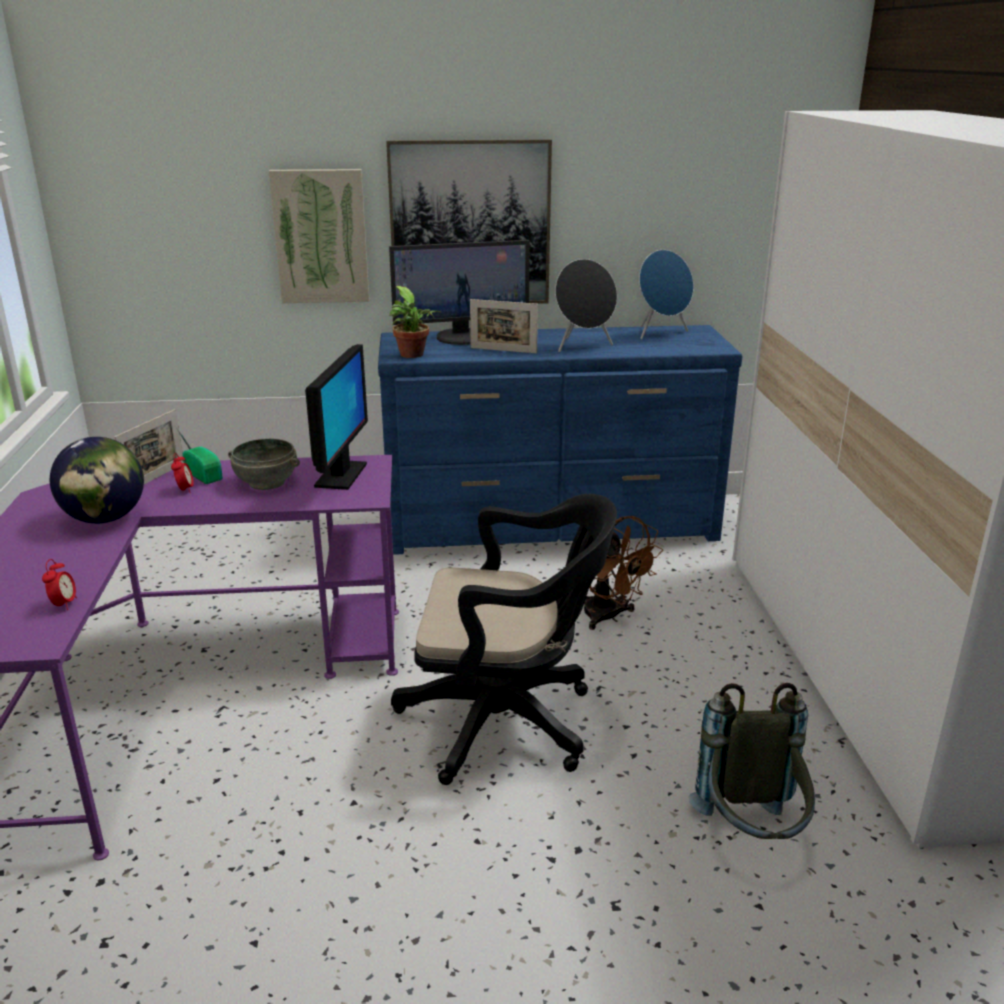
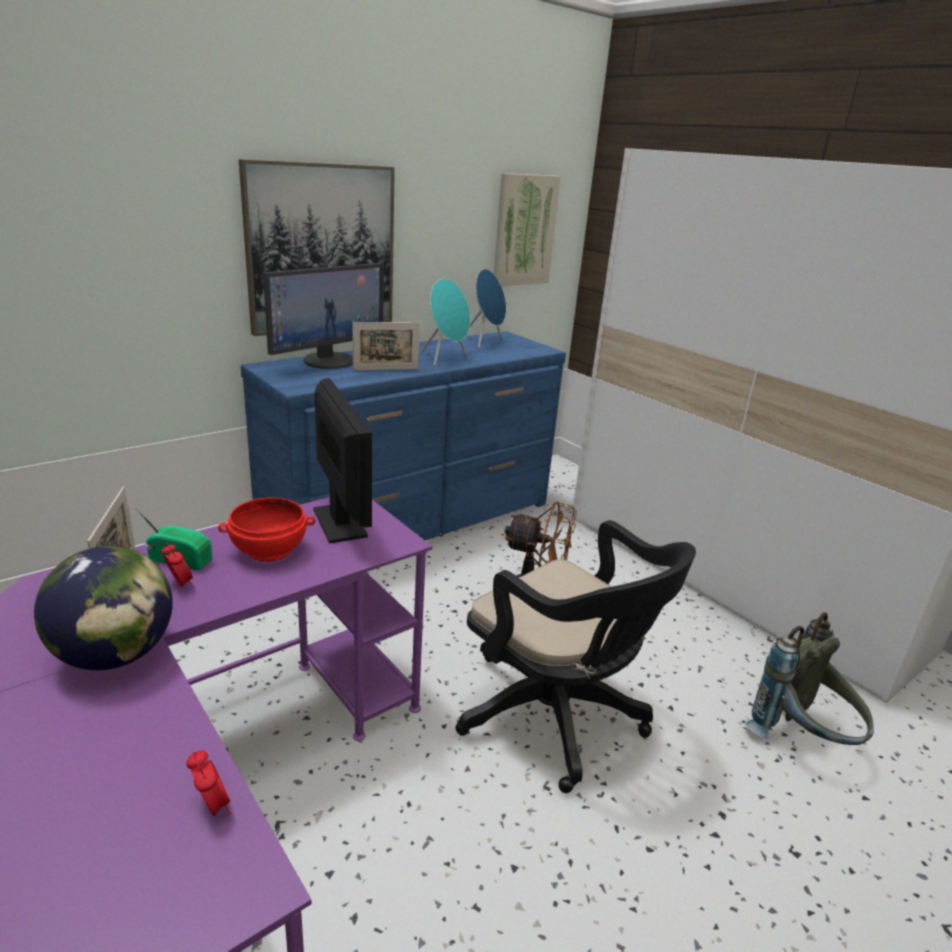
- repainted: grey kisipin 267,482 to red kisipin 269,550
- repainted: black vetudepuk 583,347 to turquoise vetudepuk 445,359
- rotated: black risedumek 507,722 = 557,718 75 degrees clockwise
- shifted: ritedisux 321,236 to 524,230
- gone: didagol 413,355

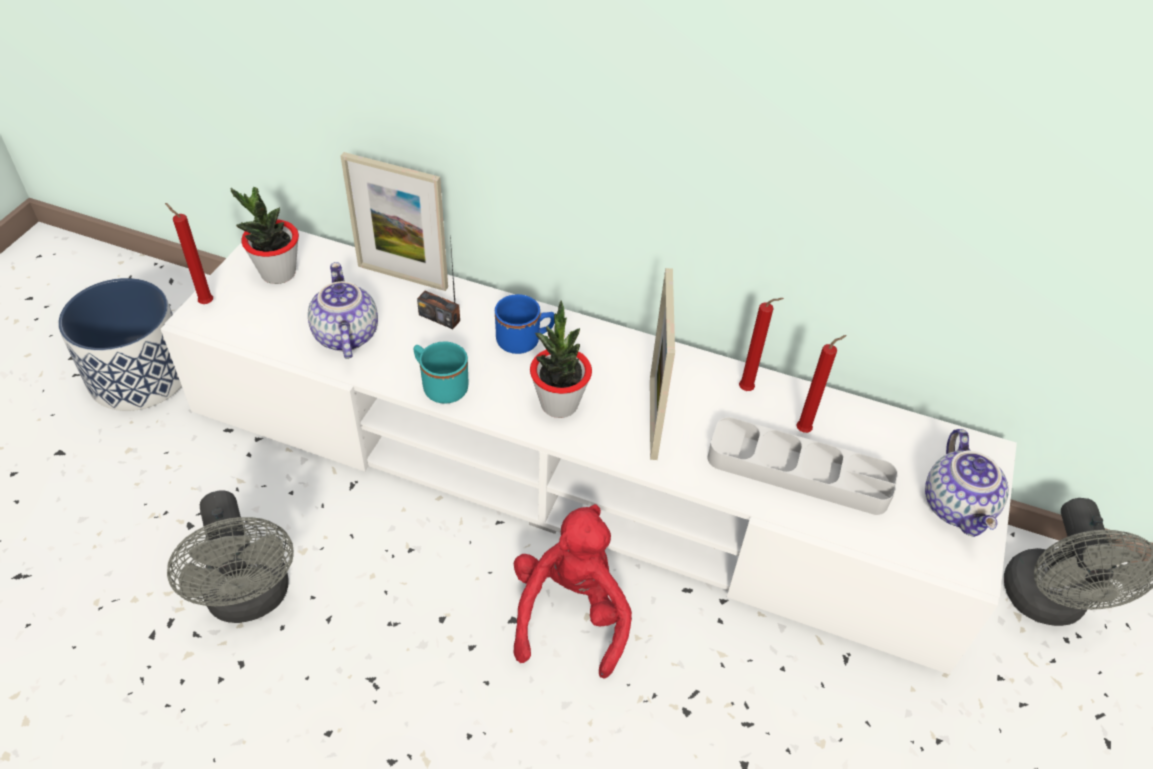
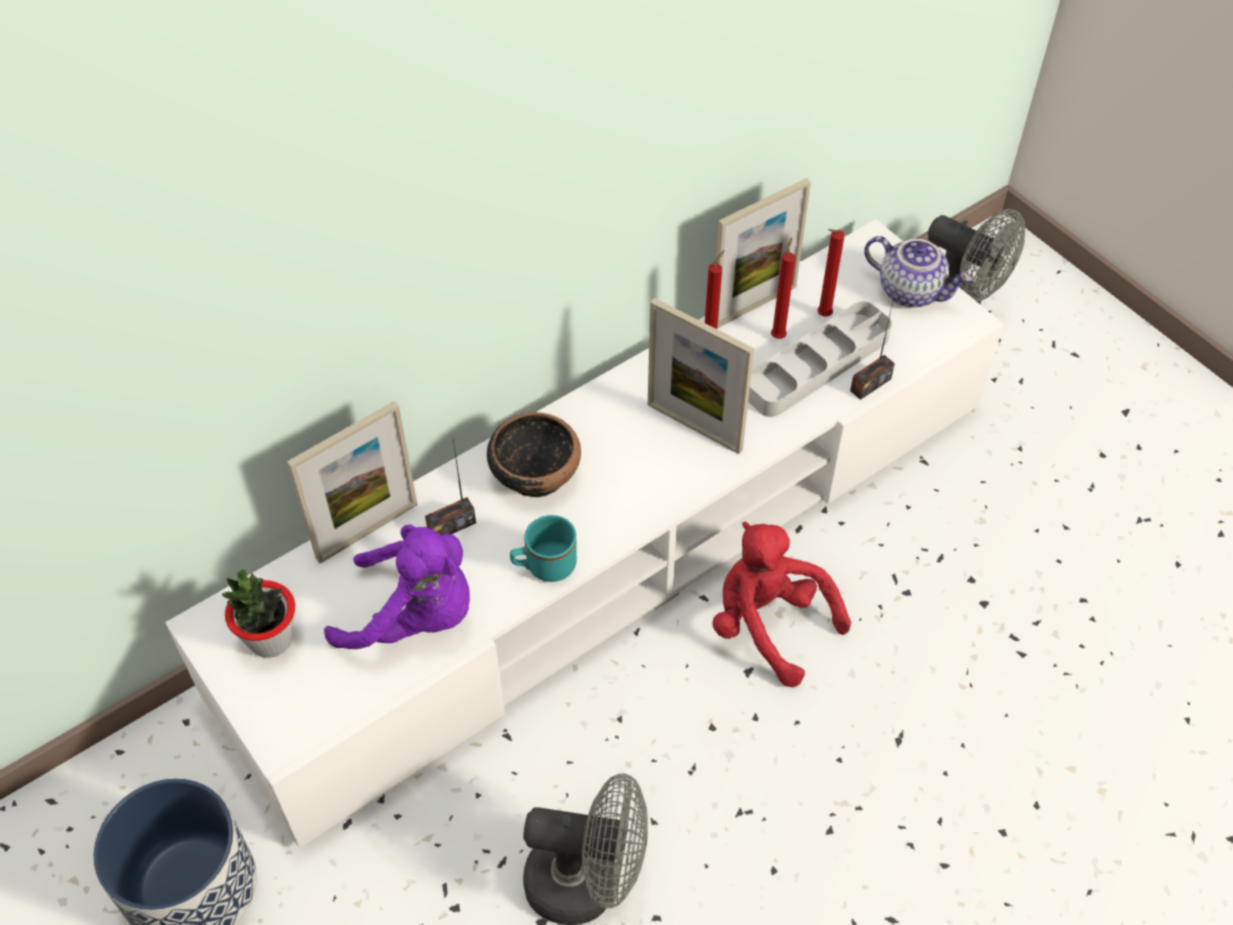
- swapped: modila 344,335 to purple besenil 415,617
- swapped: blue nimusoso 524,341 to kisipin 535,474
- new: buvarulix 753,306
- shifted: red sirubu 205,302 to 822,316
- new: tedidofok 870,384
- gone: didagol 559,403

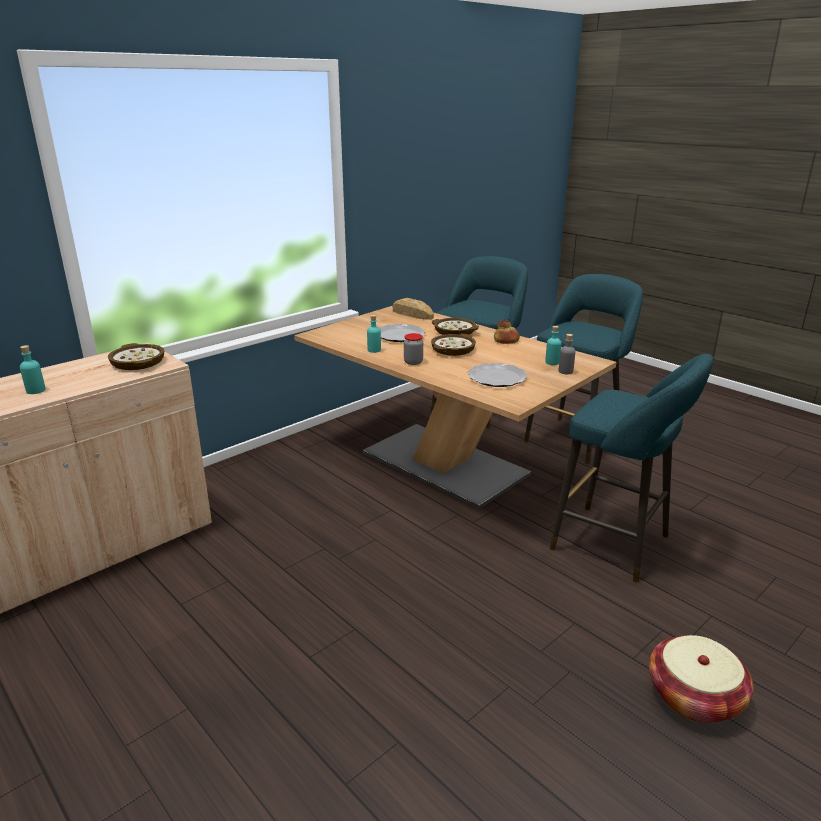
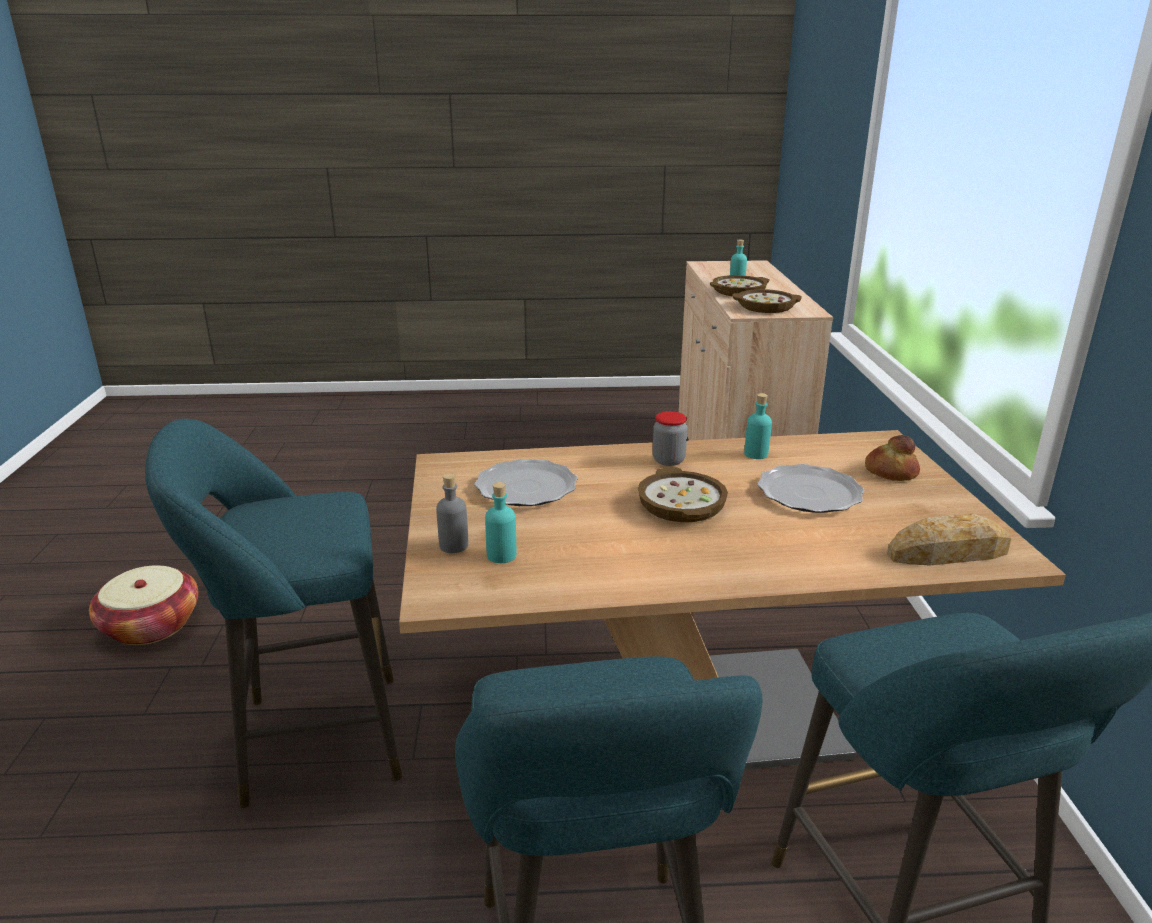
- shifted: kisipin 455,331 to 739,292
- shifted: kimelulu 506,340 to 890,472

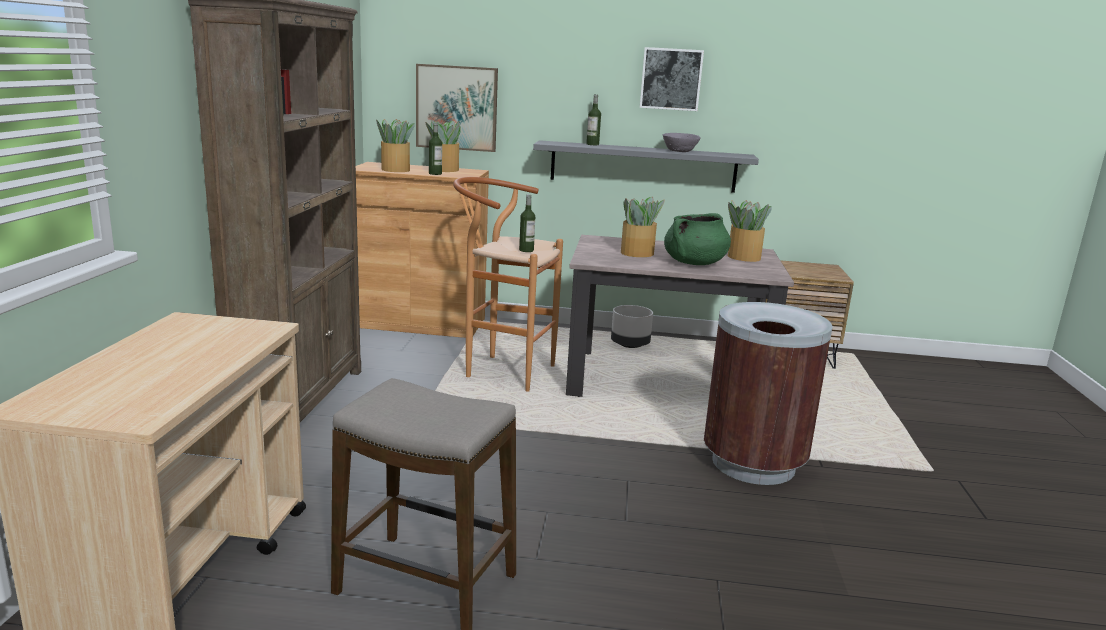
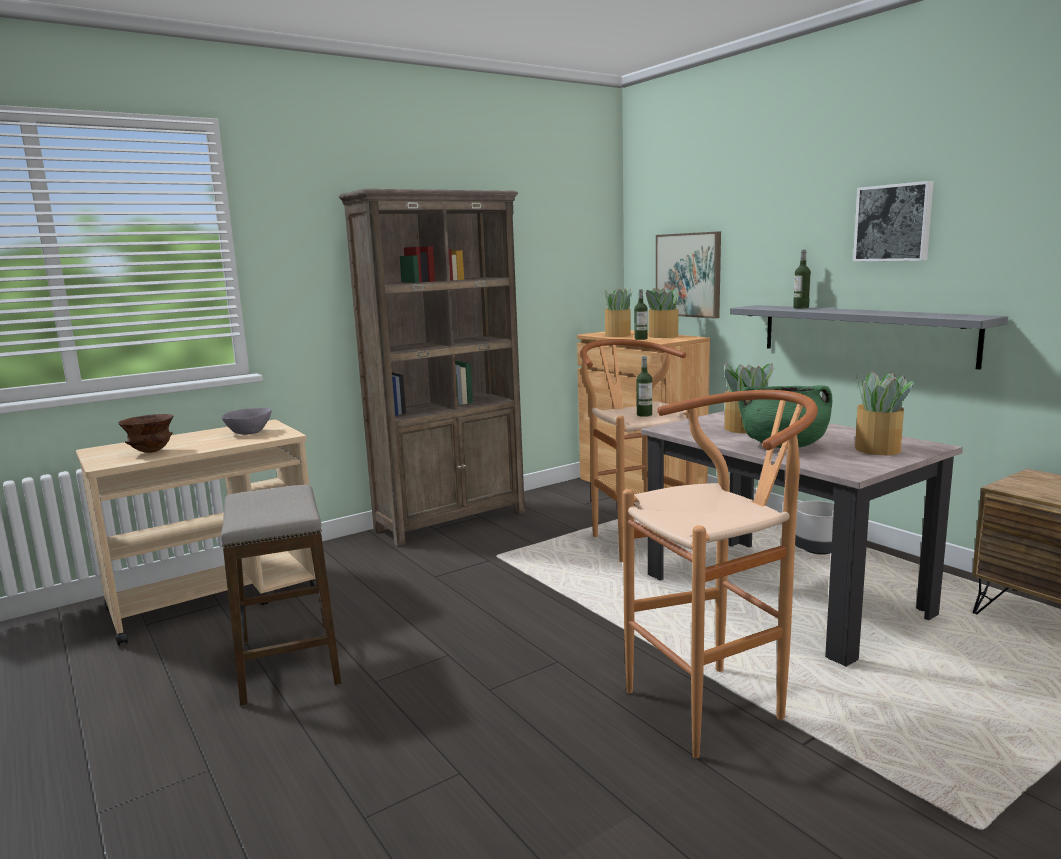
- new: brown kisipin 150,452
- shifted: grey kisipin 679,151 to 248,432
- swapped: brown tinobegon 753,463 to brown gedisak 718,703

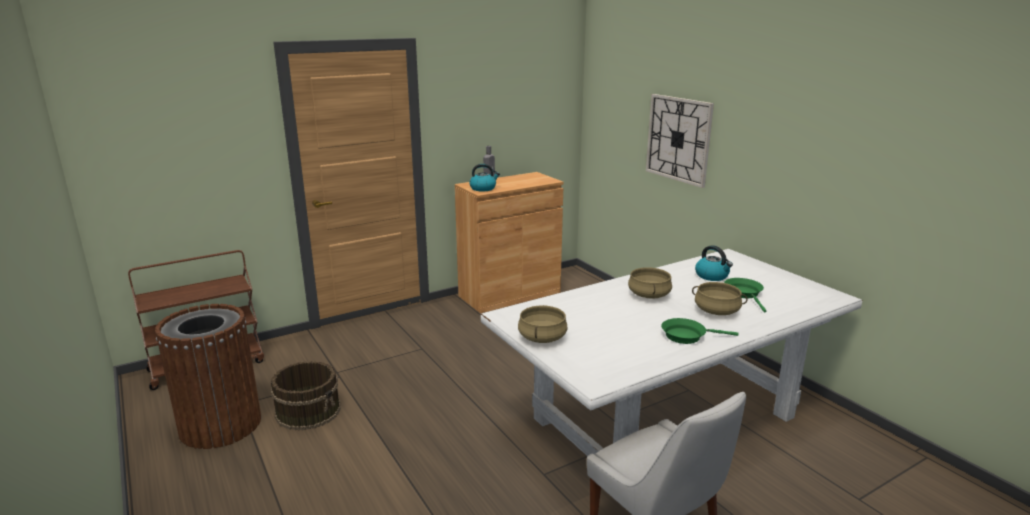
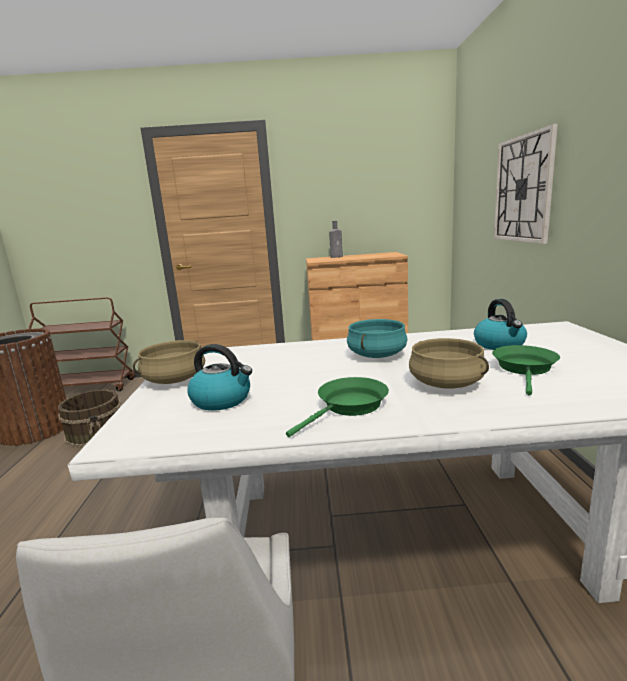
- shifted: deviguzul 483,188 to 222,400
- rotated: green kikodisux 687,336 = 349,407 105 degrees clockwise
- repainted: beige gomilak 648,295 to turquoise gomilak 376,355

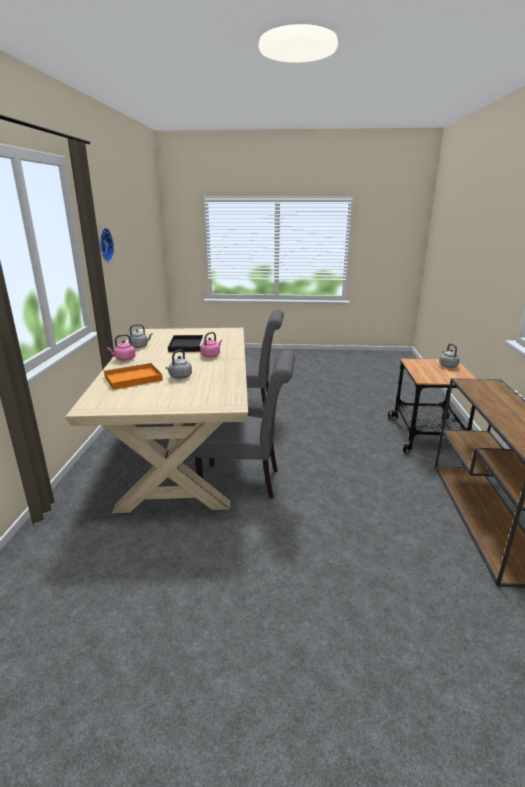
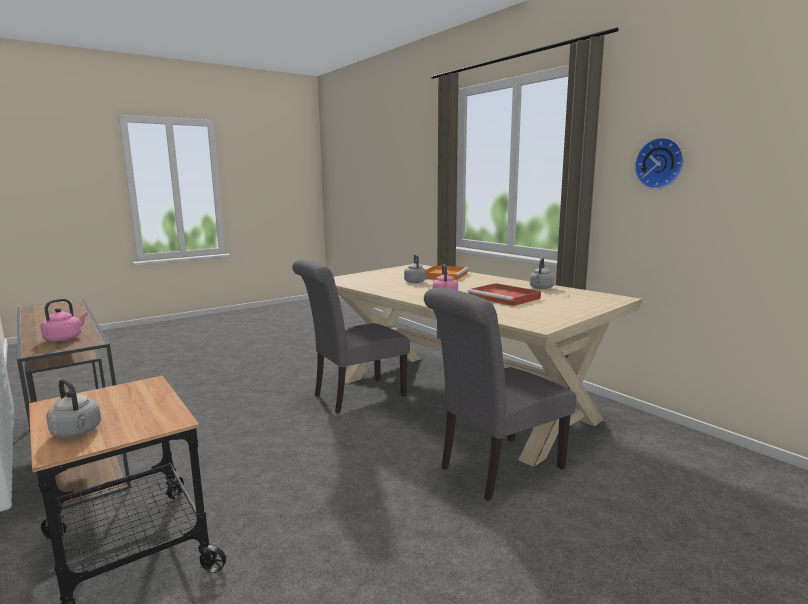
- shifted: pink deviguzul 124,359 to 65,338
- repainted: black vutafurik 187,345 to red vutafurik 505,297

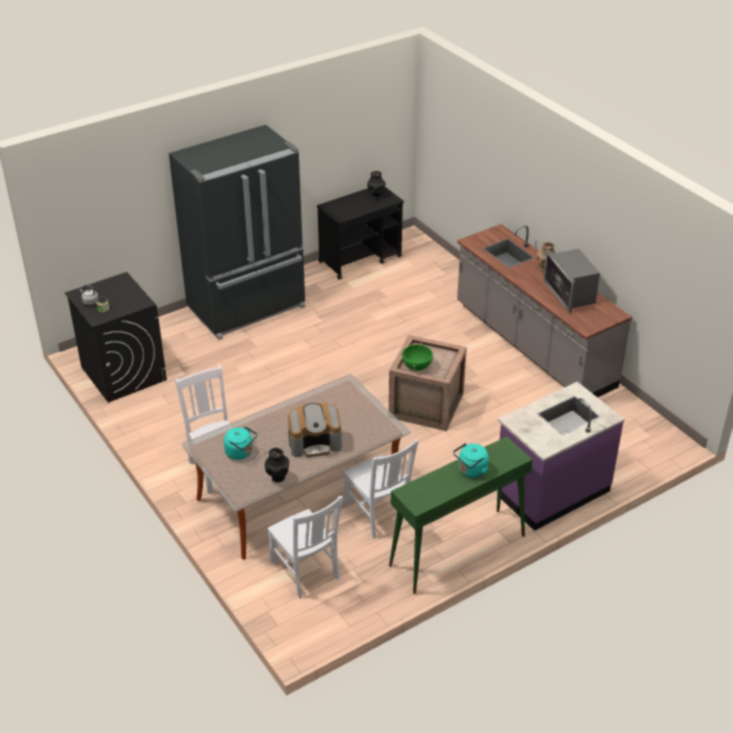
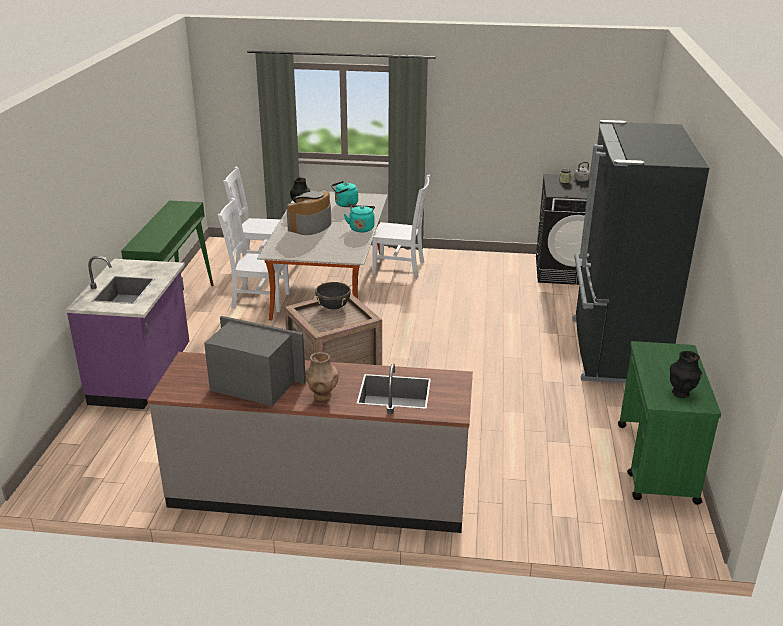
- repainted: green gomilak 417,367 to black gomilak 333,307
- shifted: turquoise deviguzul 471,471 to 361,228
- repainted: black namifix 360,259 to green namifix 656,463

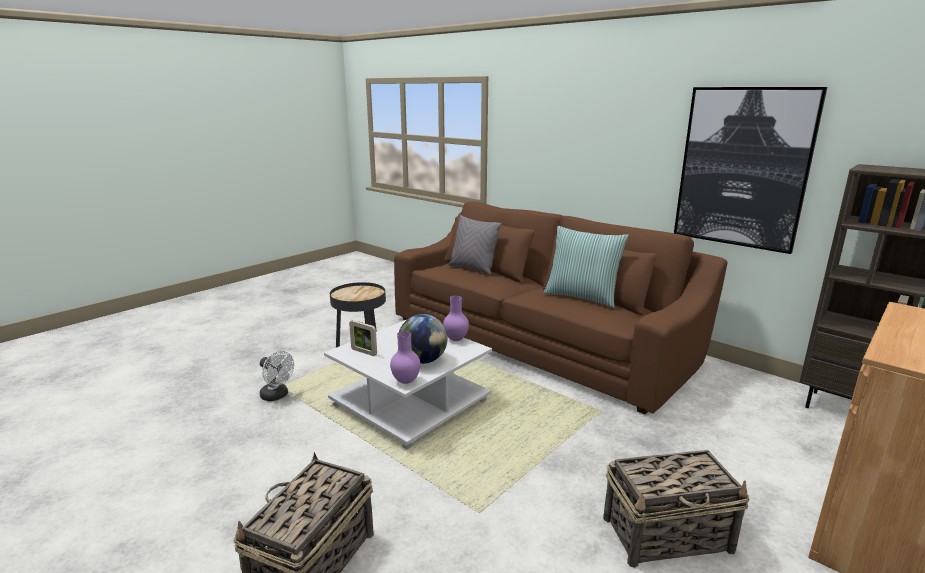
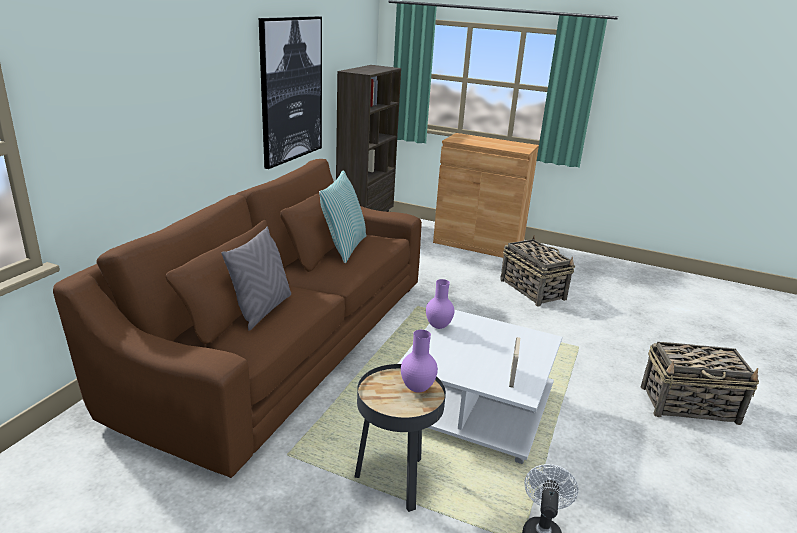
- shifted: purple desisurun 406,381 to 417,388
- gone: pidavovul 423,360

